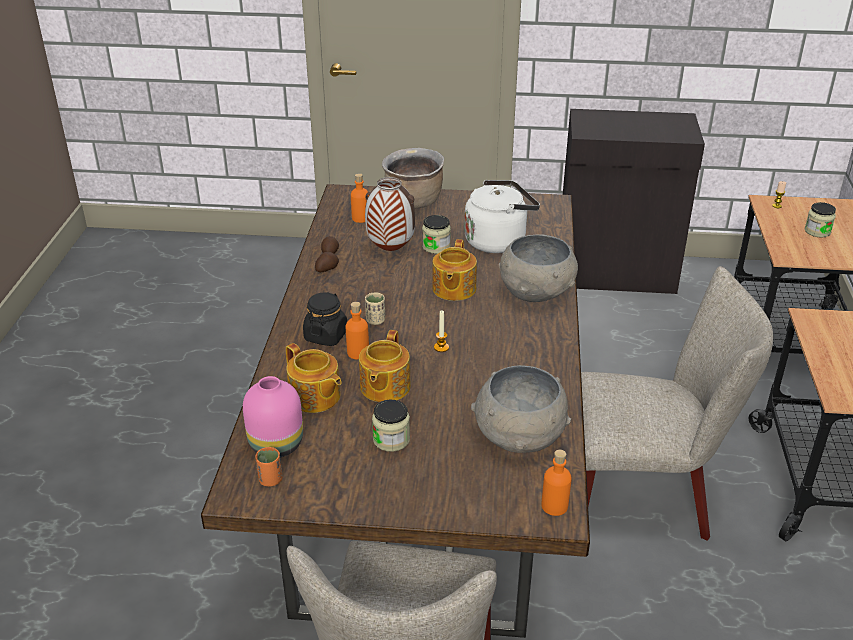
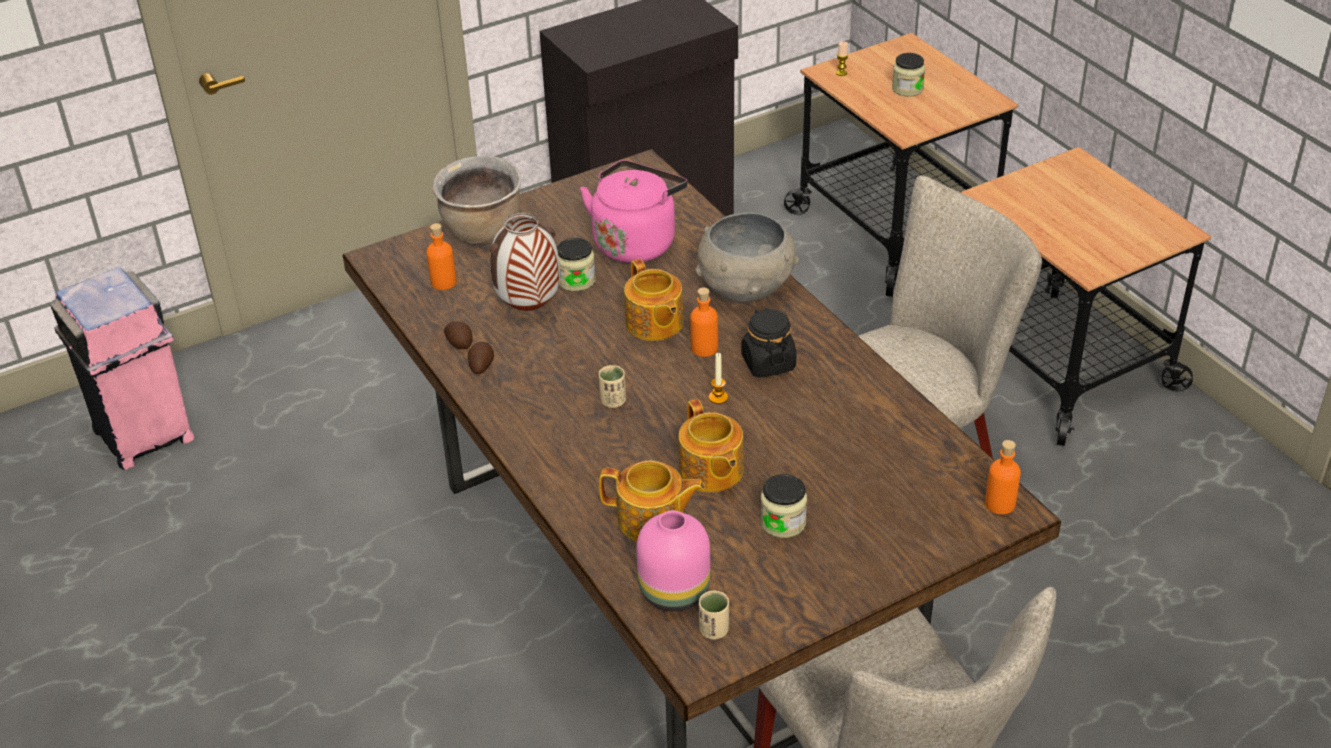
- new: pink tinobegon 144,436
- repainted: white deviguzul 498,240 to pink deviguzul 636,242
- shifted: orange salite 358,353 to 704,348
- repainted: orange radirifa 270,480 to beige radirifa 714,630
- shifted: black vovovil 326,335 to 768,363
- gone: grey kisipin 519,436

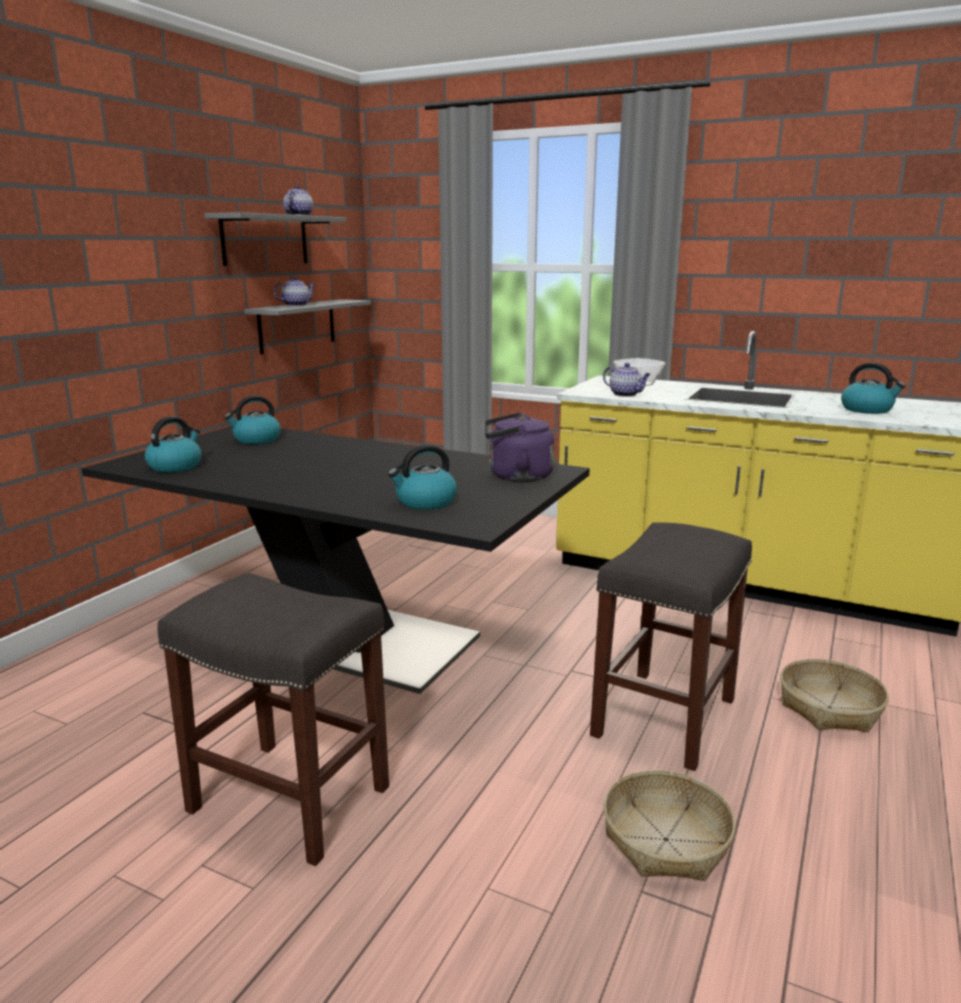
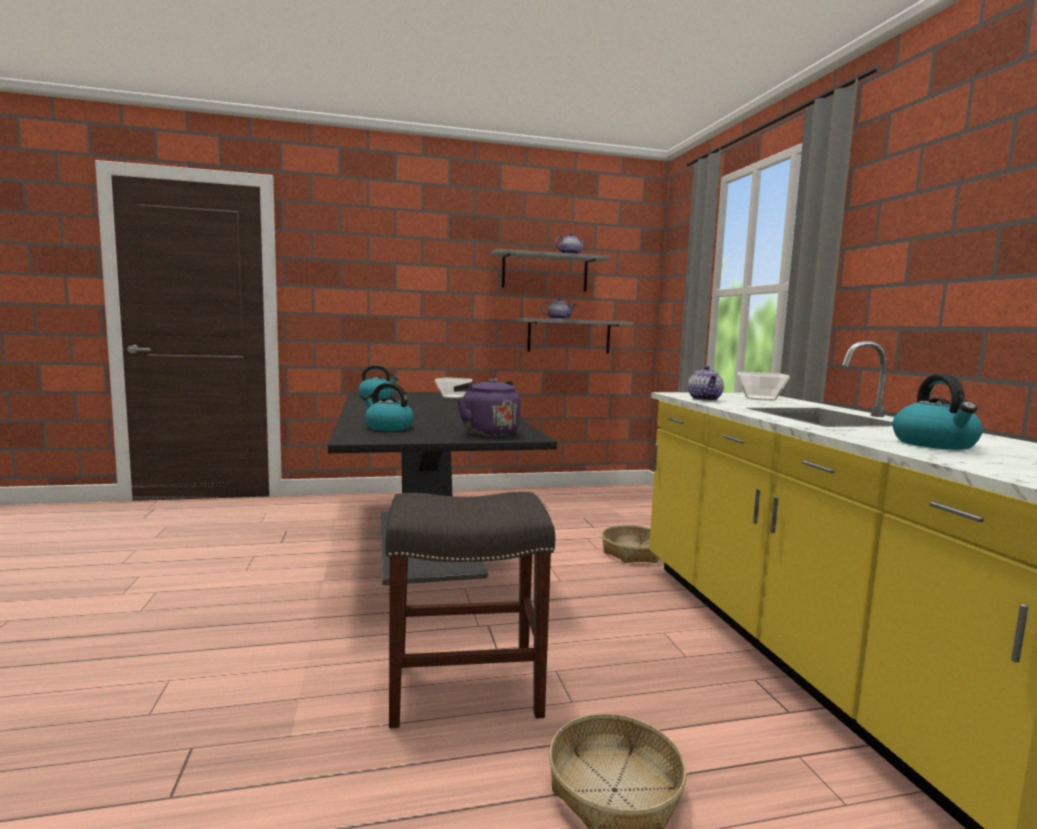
- swapped: deviguzul 256,440 to kisipin 453,397
- shifted: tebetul 665,840 to 633,553
- gone: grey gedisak 286,799

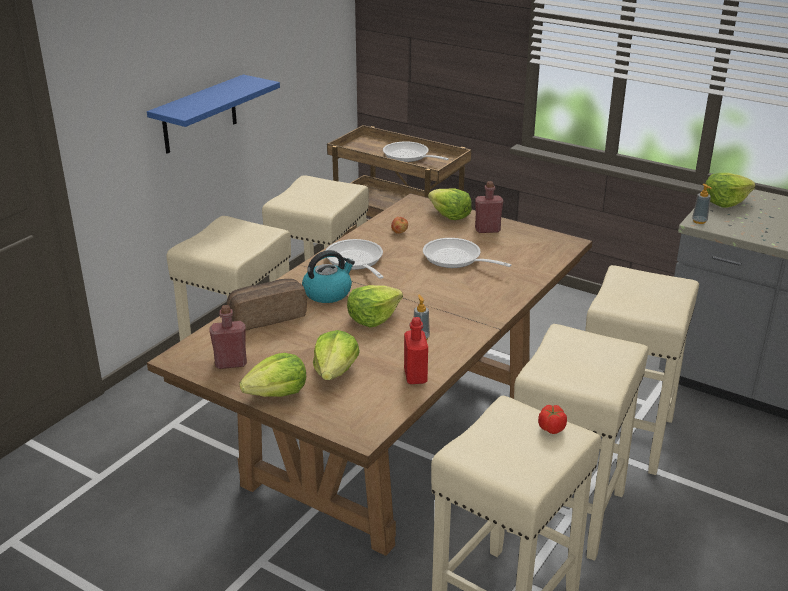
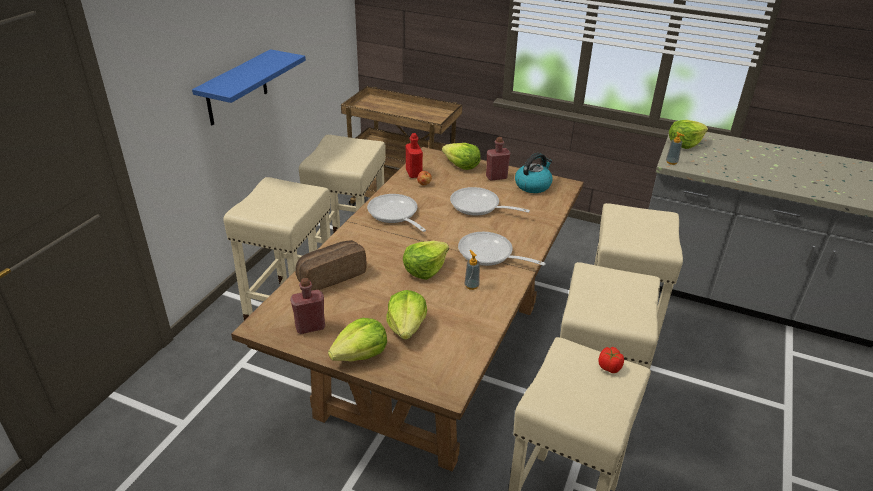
- shifted: red salite 415,376 to 414,173
- shifted: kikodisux 409,156 to 489,254
- shifted: deviguzul 328,293 to 533,185

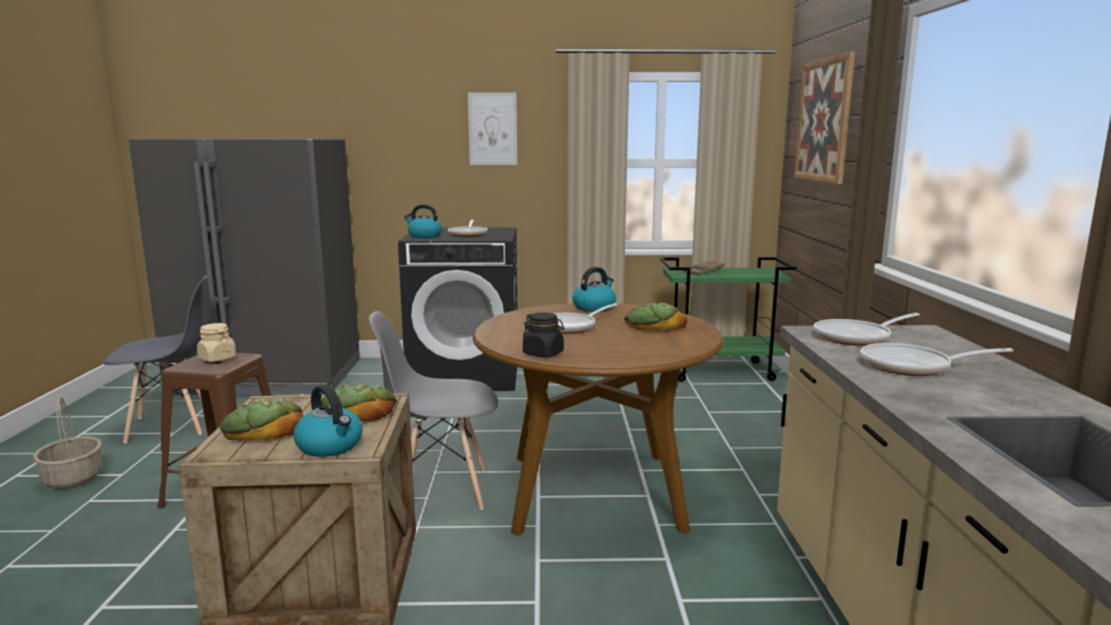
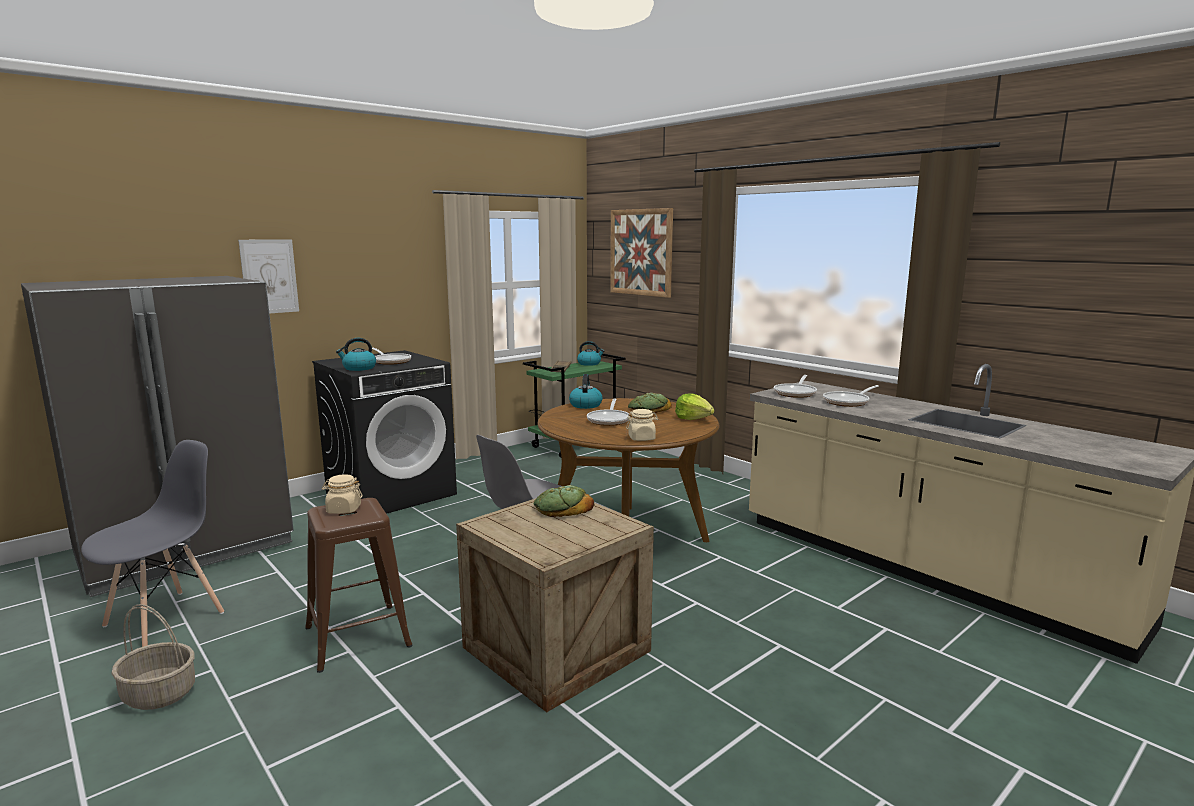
- shifted: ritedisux 492,129 to 269,276
- shifted: deviguzul 330,446 to 589,363
- repainted: black vovovil 543,353 to beige vovovil 642,438
- new: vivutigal 693,419
- gone: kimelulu 264,428

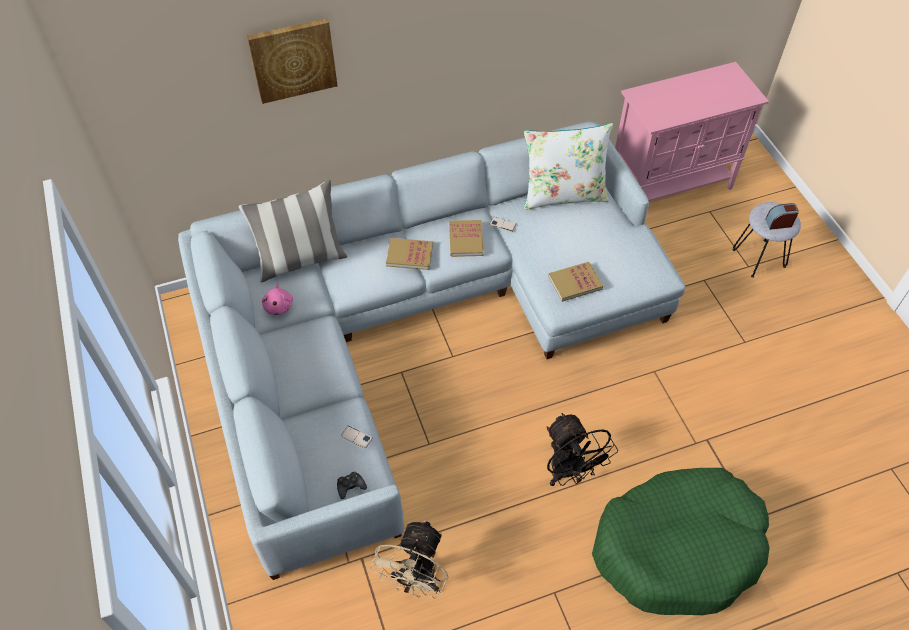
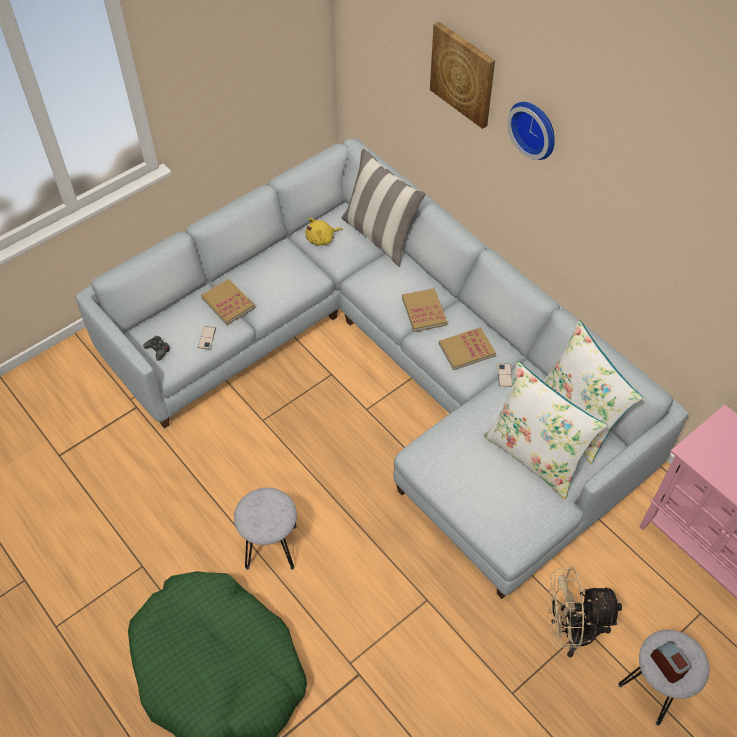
- shifted: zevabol 575,282 to 228,303
- swapped: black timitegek 569,472 to grey gedisak 271,546
- repainted: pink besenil 279,305 to yellow besenil 322,239
- new: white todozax 535,455
- new: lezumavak 535,128
- shifted: beige timitegek 416,579 to 570,631

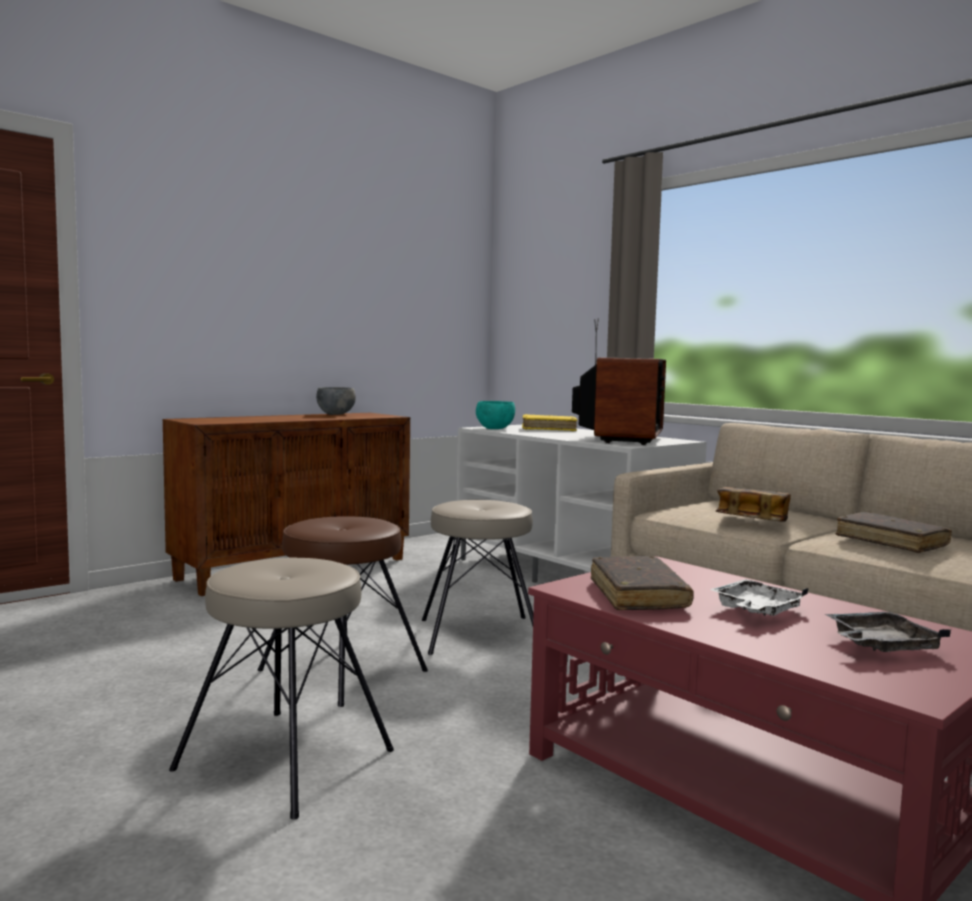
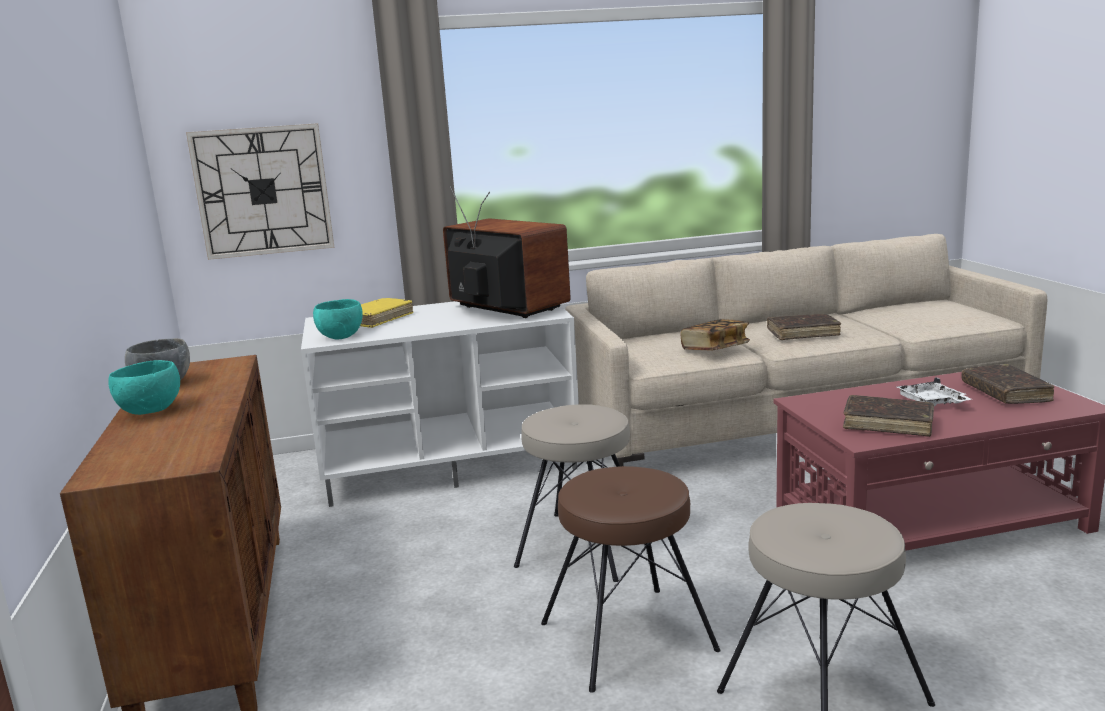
- new: turquoise kisipin 151,411
- new: lezumavak 263,191
- swapped: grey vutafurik 880,646 to brown zevabol 1005,393

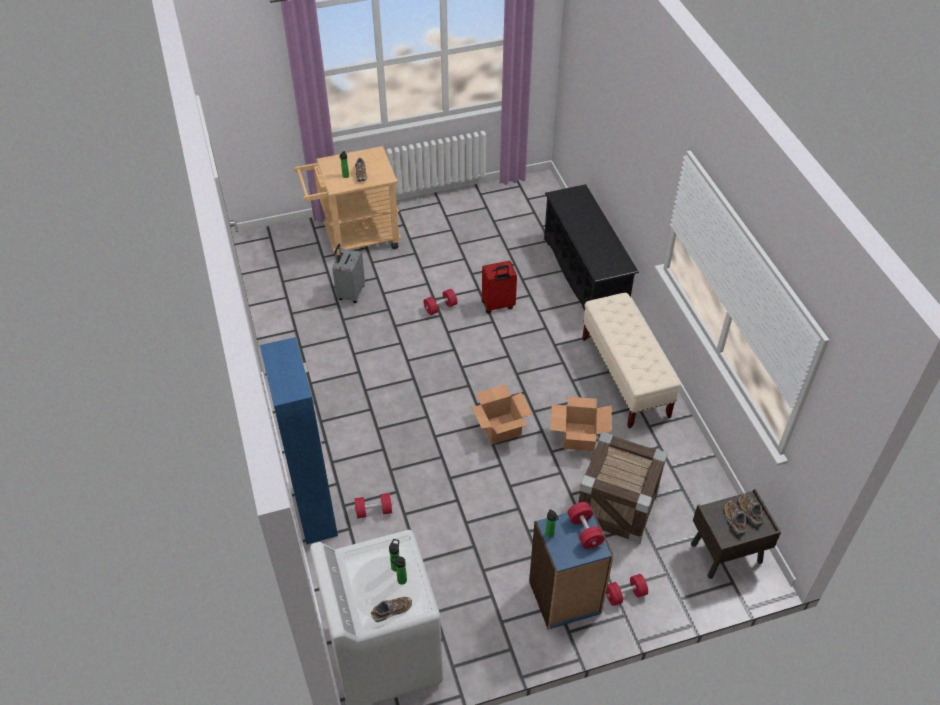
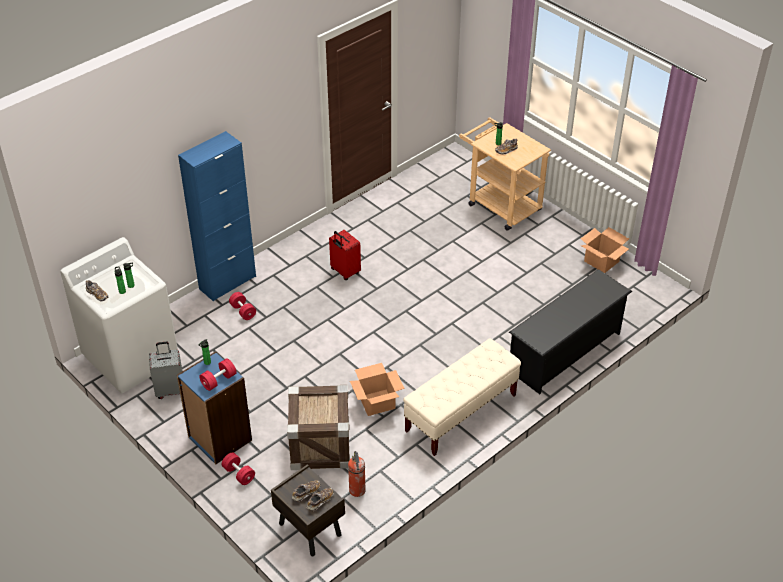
- shifted: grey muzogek 350,293 to 171,390
- shifted: red muzogek 498,305 to 344,272
- new: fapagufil 357,491
- shifted: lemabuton 500,429 to 601,261
- gone: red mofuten 440,307

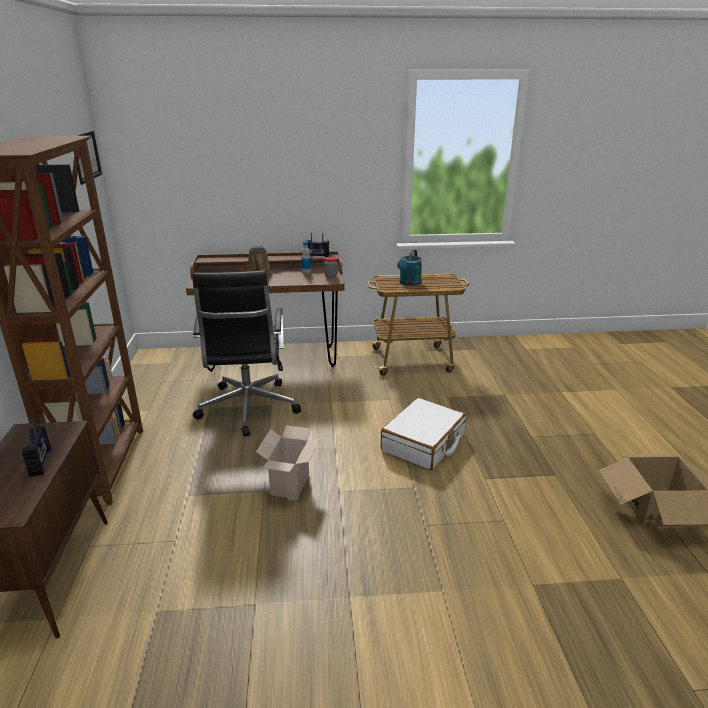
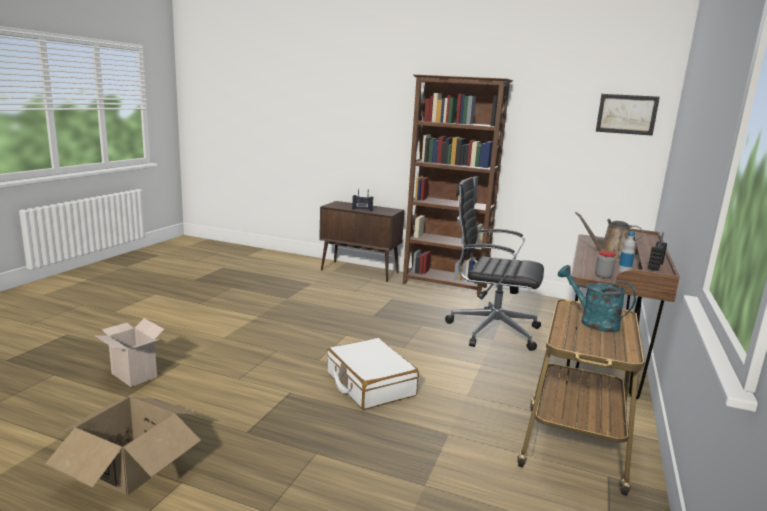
- shifted: lemabuton 291,485 to 132,375

